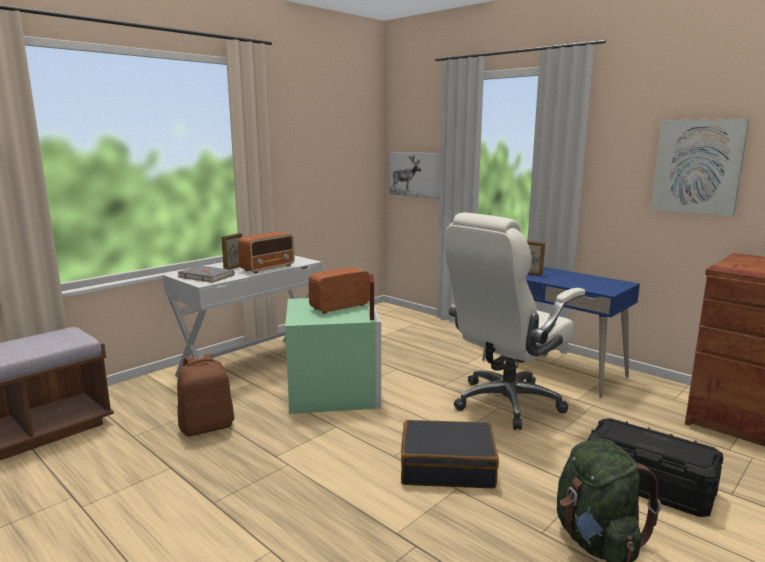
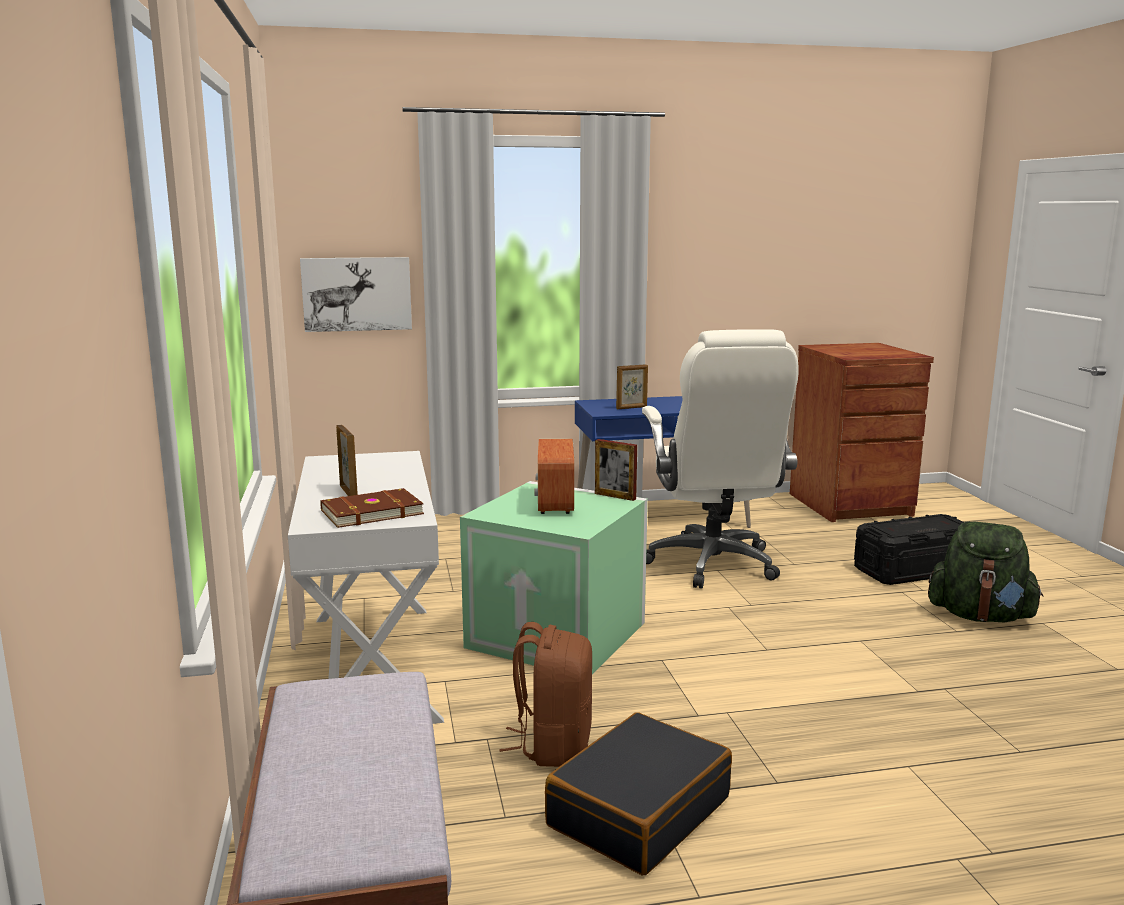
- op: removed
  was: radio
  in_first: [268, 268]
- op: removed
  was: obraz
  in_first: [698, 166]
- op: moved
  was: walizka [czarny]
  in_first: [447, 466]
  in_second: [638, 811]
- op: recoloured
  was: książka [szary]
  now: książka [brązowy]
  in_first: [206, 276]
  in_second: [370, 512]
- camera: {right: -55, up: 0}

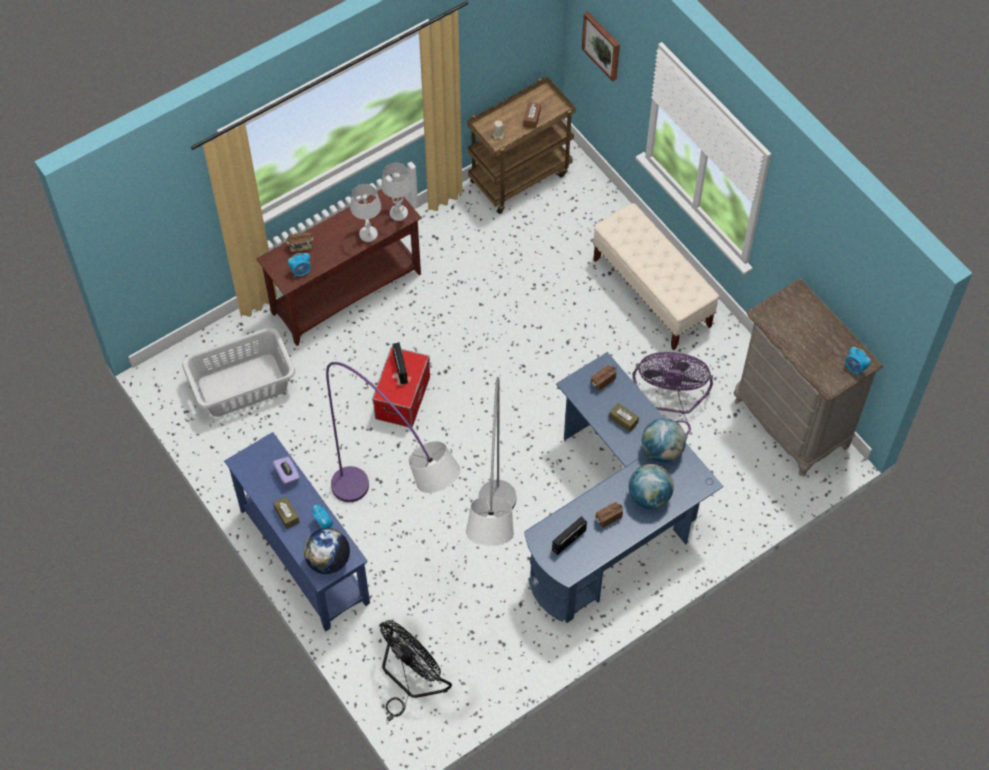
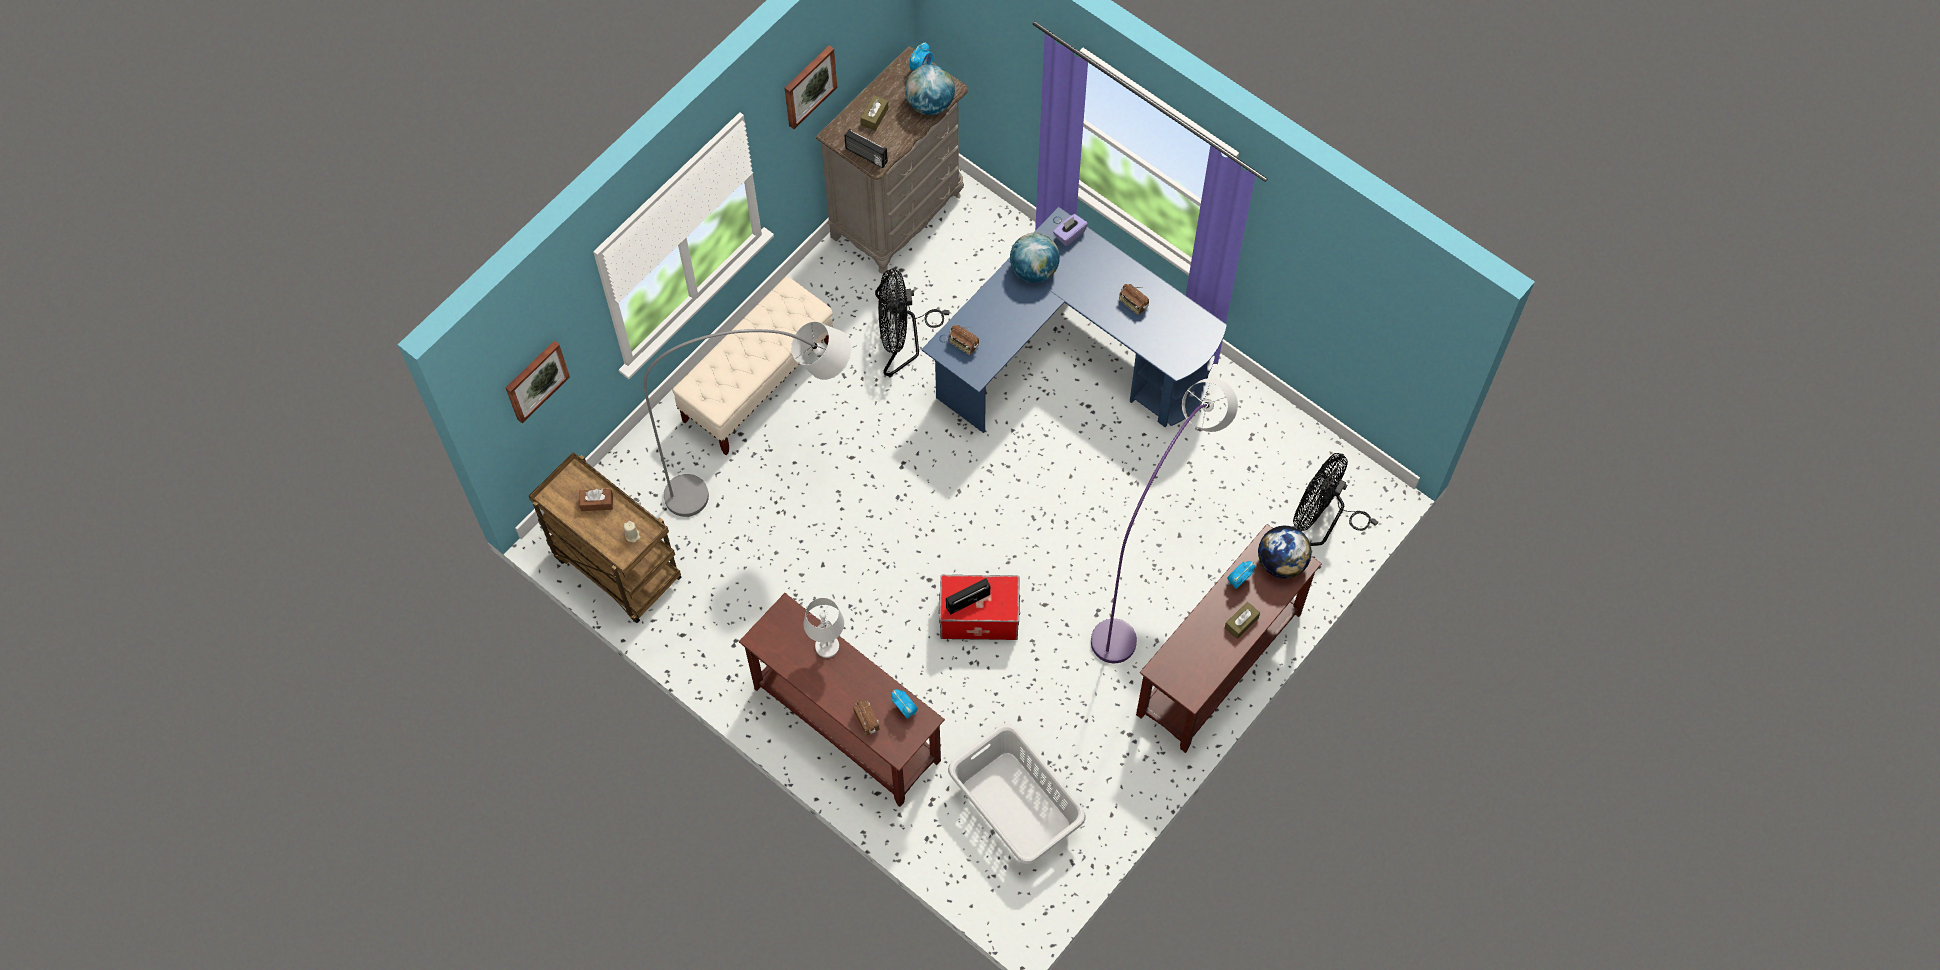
- op: removed
  was: lampa stołowa [biały]
  in_first: [398, 213]
- op: added
  now: obraz
  in_second: [808, 85]
- op: moved
  was: pudełko chusteczek [fioletowy]
  in_first: [287, 475]
  in_second: [1069, 234]
- op: moved
  was: lampa stojąca [szary]
  in_first: [494, 564]
  in_second: [769, 480]
- op: moved
  was: radio
  in_first: [568, 540]
  in_second: [866, 156]
- op: moved
  was: pudełko chusteczek [brązowy]
  in_first: [623, 420]
  in_second: [874, 116]
- op: moved
  was: globus
  in_first: [649, 496]
  in_second: [930, 104]
- op: recoloured
  was: stolik konsolowy [niebieski]
  now: stolik konsolowy [brązowy]
  in_first: [303, 556]
  in_second: [1219, 665]
- op: recoloured
  was: wentylator [fioletowy]
  now: wentylator [czarny]
  in_first: [672, 402]
  in_second: [903, 334]
- camera: {right: -105, up: 5}

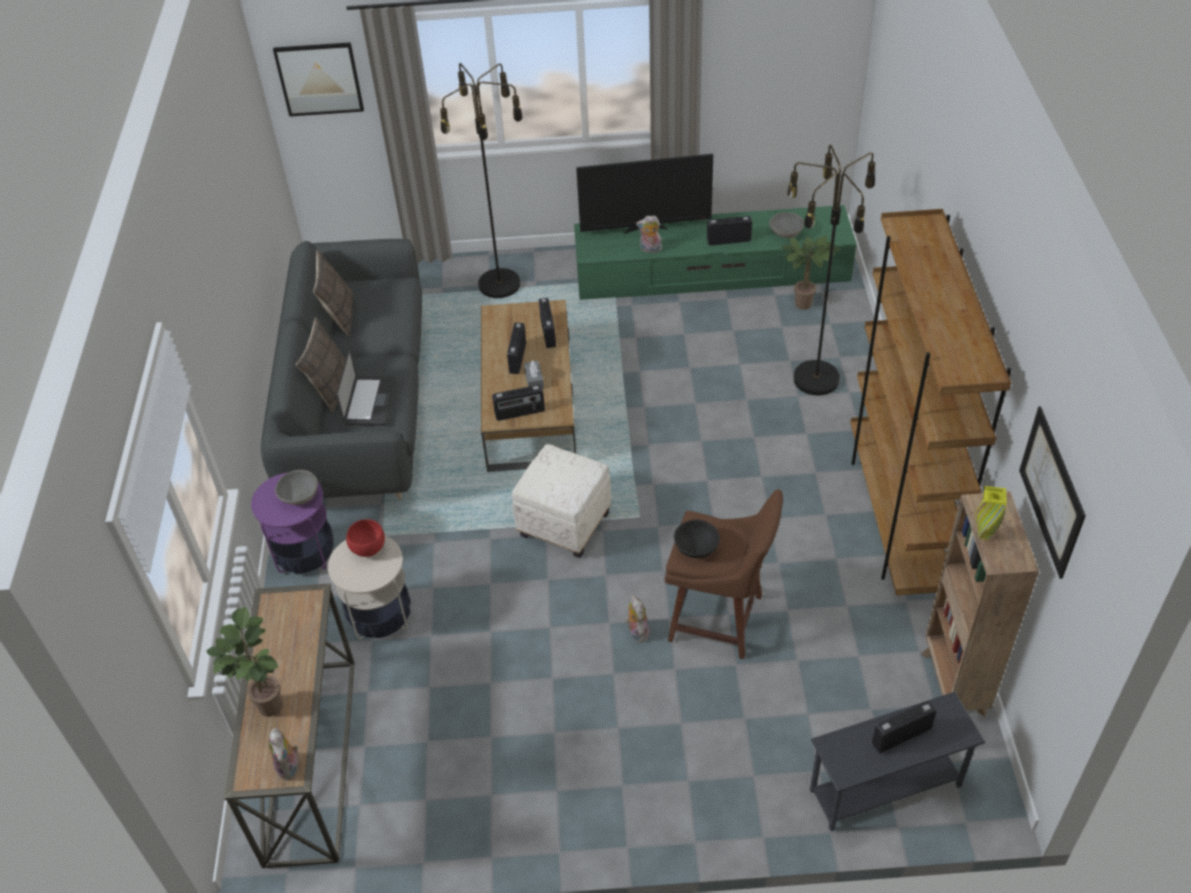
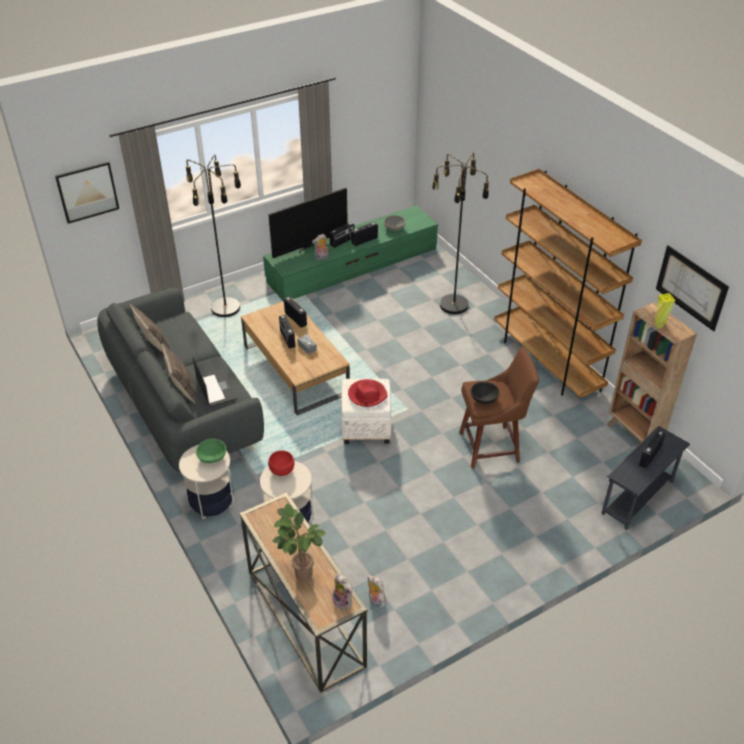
- op: removed
  was: roślina doniczkowa
  in_first: [806, 303]
- op: added
  now: kapelusz [czerwony]
  in_second: [367, 394]
- op: moved
  was: radio
  in_first: [520, 413]
  in_second: [342, 241]
- op: moved
  was: pluszak
  in_first: [636, 631]
  in_second: [375, 601]
- op: recoloured
  was: stolik [fioletowy]
  now: stolik [beżowy]
  in_first: [305, 554]
  in_second: [211, 503]
- op: recoloured
  was: miska [szary]
  now: miska [zielony]
  in_first: [299, 496]
  in_second: [212, 457]
- camera: {right: -30, up: -5}

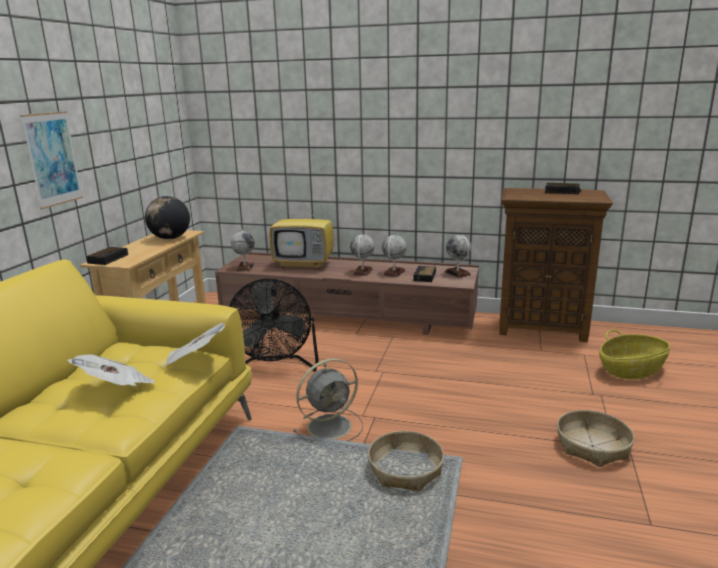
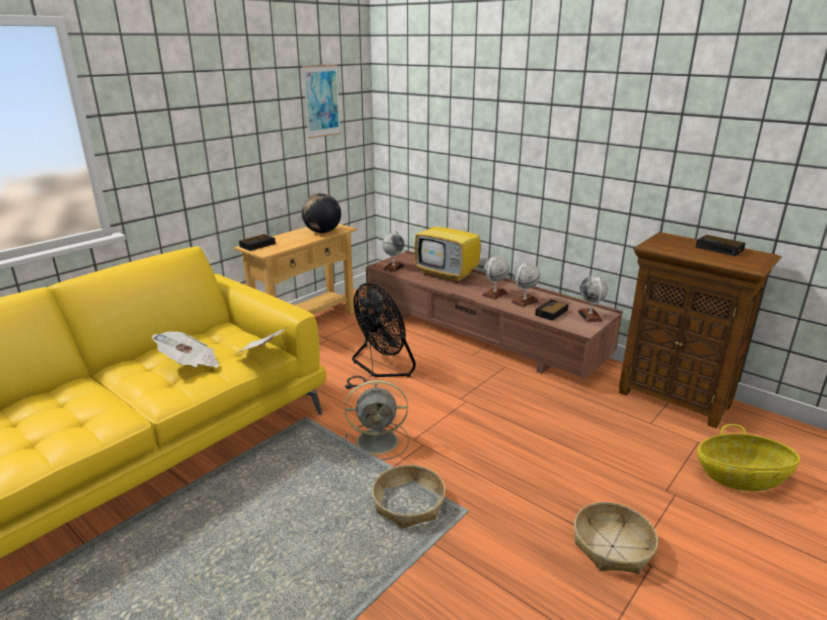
- op: moved
  was: obraz
  in_first: [52, 159]
  in_second: [322, 101]
- op: turned
  was: wentylator [czarny]
  in_first: [270, 364]
  in_second: [374, 366]
  clockwise: -150
- camera: {right: 25, up: 5}

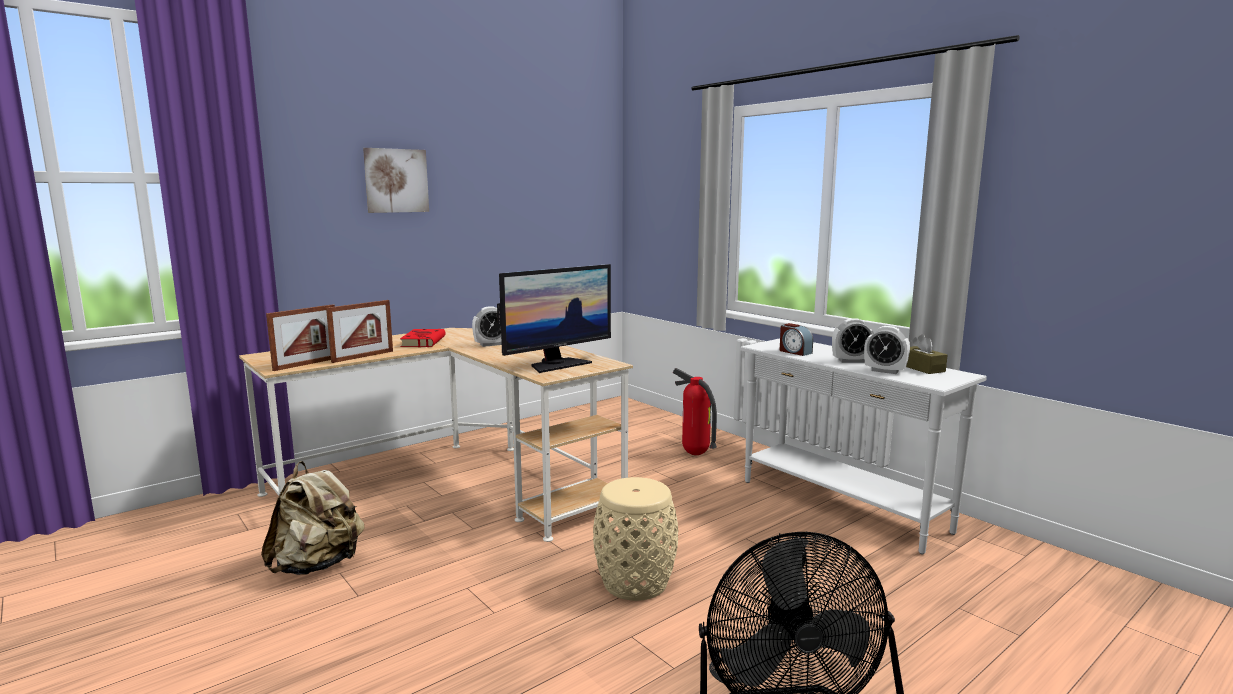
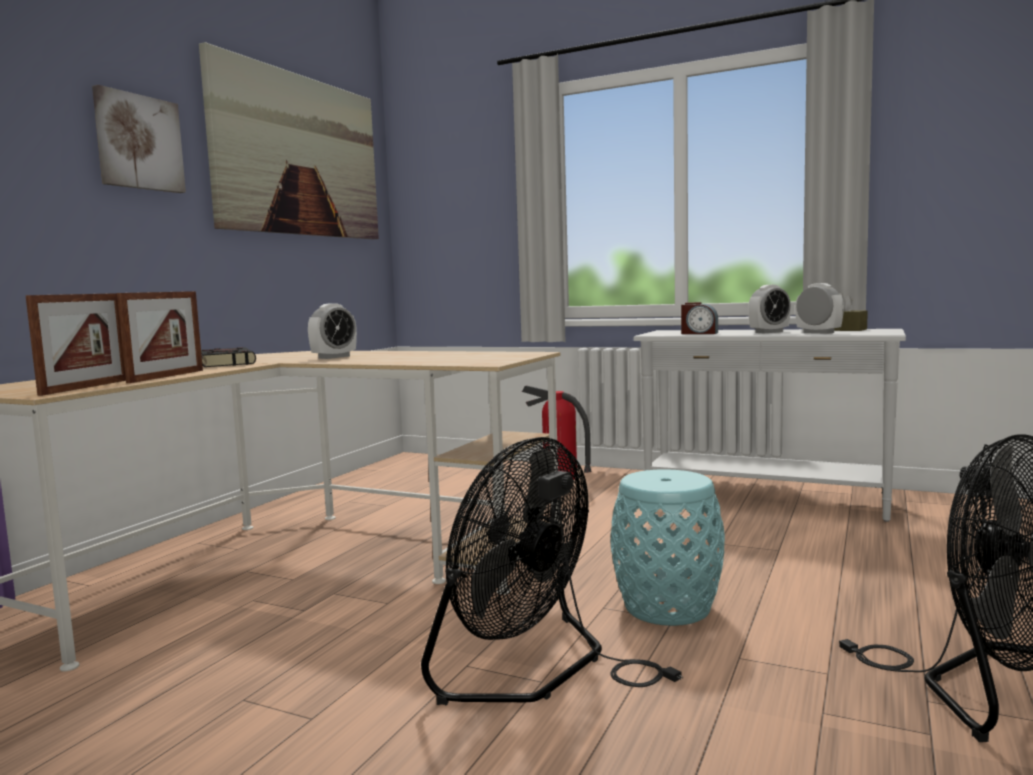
- op: removed
  was: plecak [beżowy]
  in_first: [318, 565]
- op: removed
  was: monitor
  in_first: [556, 364]
- op: added
  now: obraz
  in_second: [298, 156]
- op: added
  now: wentylator [czarny]
  in_second: [549, 666]
- op: recoloured
  was: książka [czerwony]
  now: książka [czarny]
  in_first: [423, 341]
  in_second: [226, 363]
- op: recoloured
  was: stołek [beżowy]
  now: stołek [turkusowy]
  in_first: [635, 583]
  in_second: [667, 608]
- op: turned
  was: budzik
  in_first: [885, 371]
  in_second: [818, 333]
  clockwise: -135
- camera: {right: -25, up: -5}

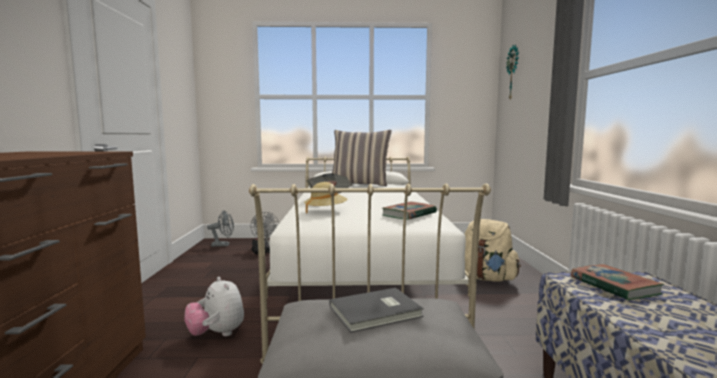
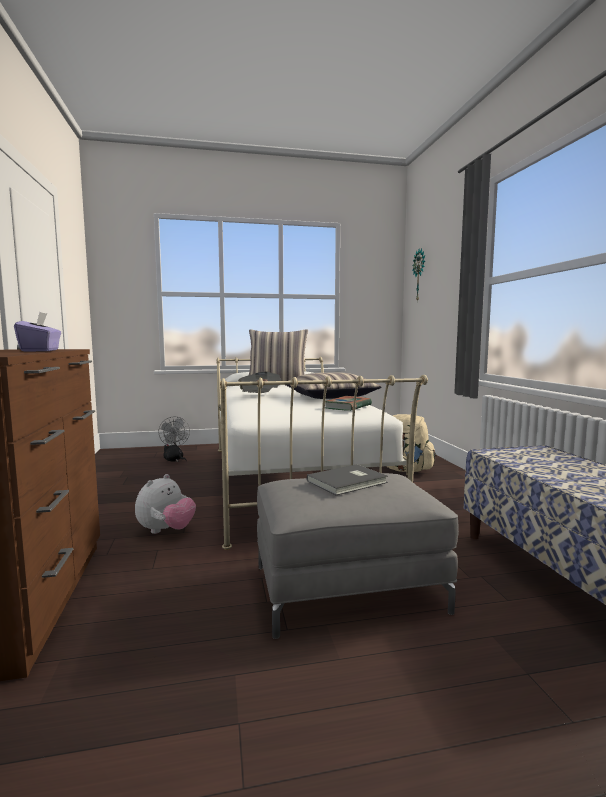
- op: removed
  was: wentylator [szary]
  in_first: [223, 245]
- op: removed
  was: kapelusz [beżowy]
  in_first: [326, 211]
- op: removed
  was: książka
  in_first: [613, 286]
- op: added
  now: pudełko chusteczek [fioletowy]
  in_second: [41, 351]
- op: added
  now: poduszka
  in_second: [330, 397]
- op: turned
  was: pluszak
  in_first: [217, 334]
  in_second: [166, 531]
  clockwise: -105
- camera: {right: -10, up: 0}

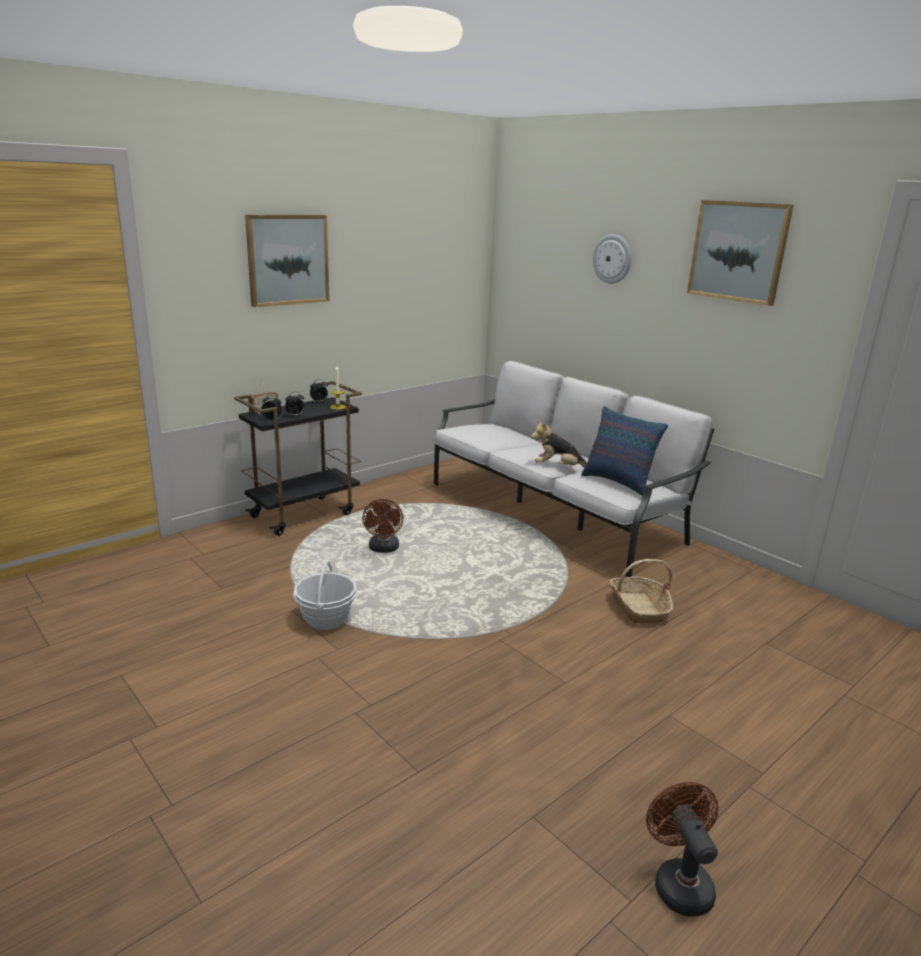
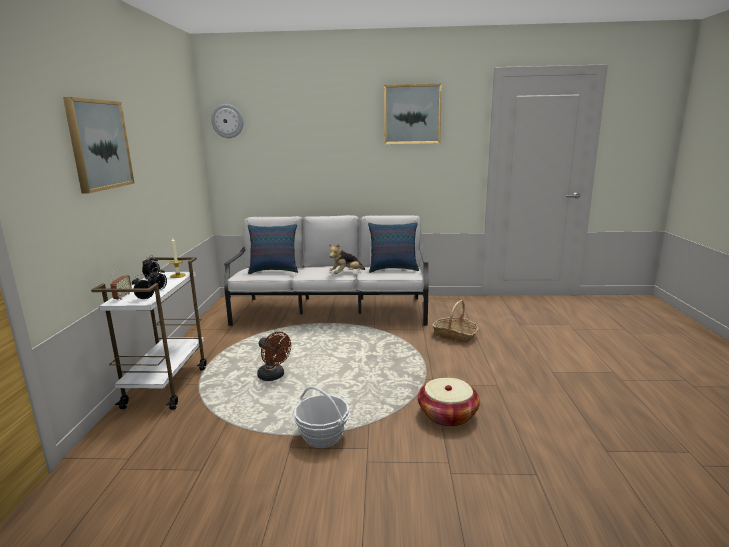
- op: removed
  was: wentylator [brązowy]
  in_first: [678, 882]
- op: added
  now: poduszka [niebieski]
  in_second: [274, 271]
- op: added
  now: koszyk
  in_second: [447, 415]
- op: moved
  was: zegar ścienny
  in_first: [612, 259]
  in_second: [227, 121]
- op: recoloured
  was: wózek [czarny]
  now: wózek [biały]
  in_first: [305, 515]
  in_second: [168, 385]
- camera: {right: -45, up: -5}

